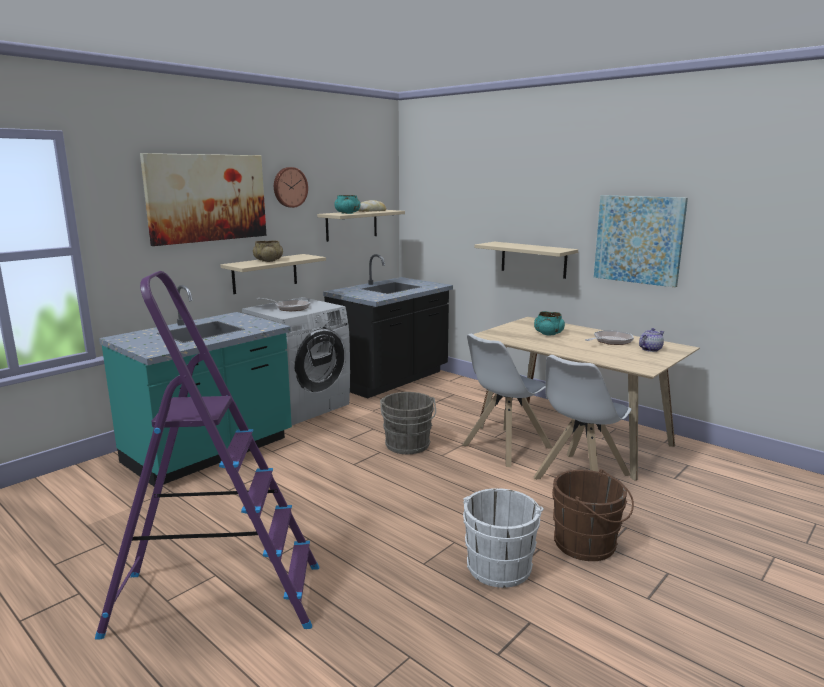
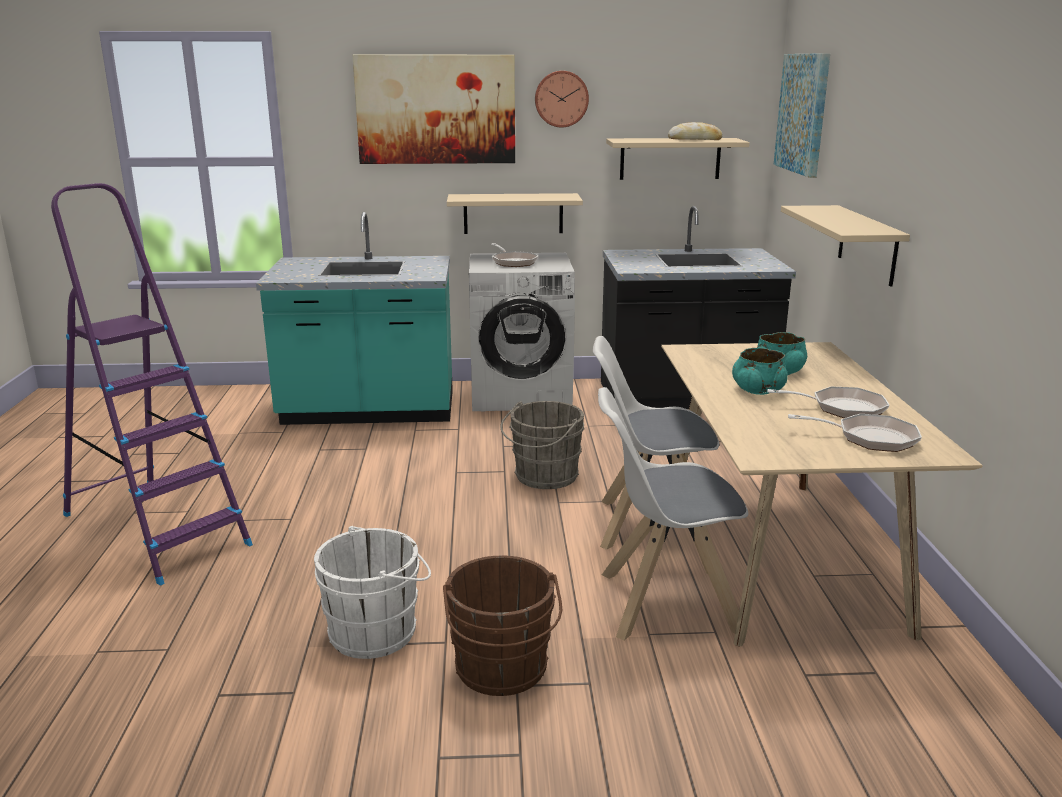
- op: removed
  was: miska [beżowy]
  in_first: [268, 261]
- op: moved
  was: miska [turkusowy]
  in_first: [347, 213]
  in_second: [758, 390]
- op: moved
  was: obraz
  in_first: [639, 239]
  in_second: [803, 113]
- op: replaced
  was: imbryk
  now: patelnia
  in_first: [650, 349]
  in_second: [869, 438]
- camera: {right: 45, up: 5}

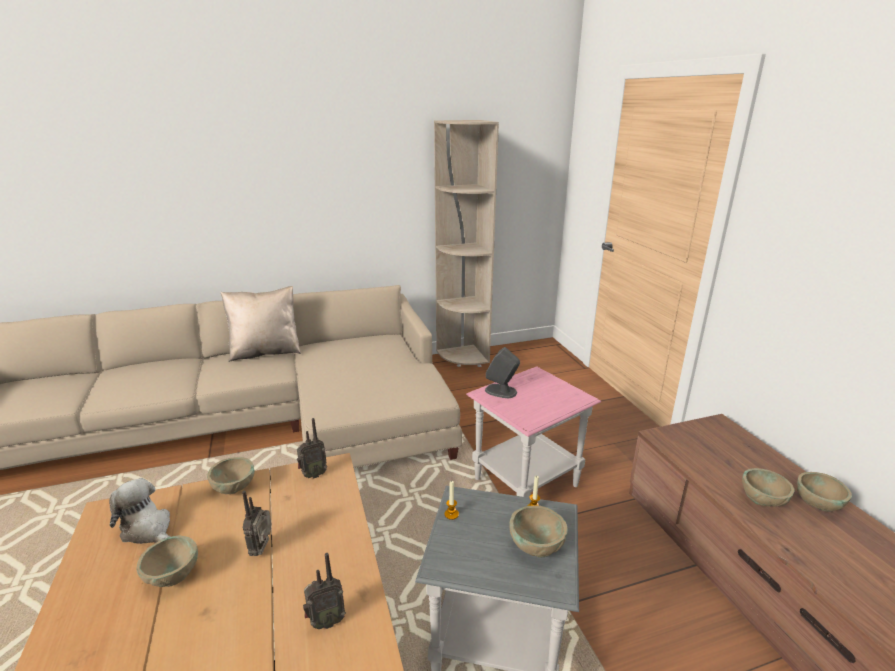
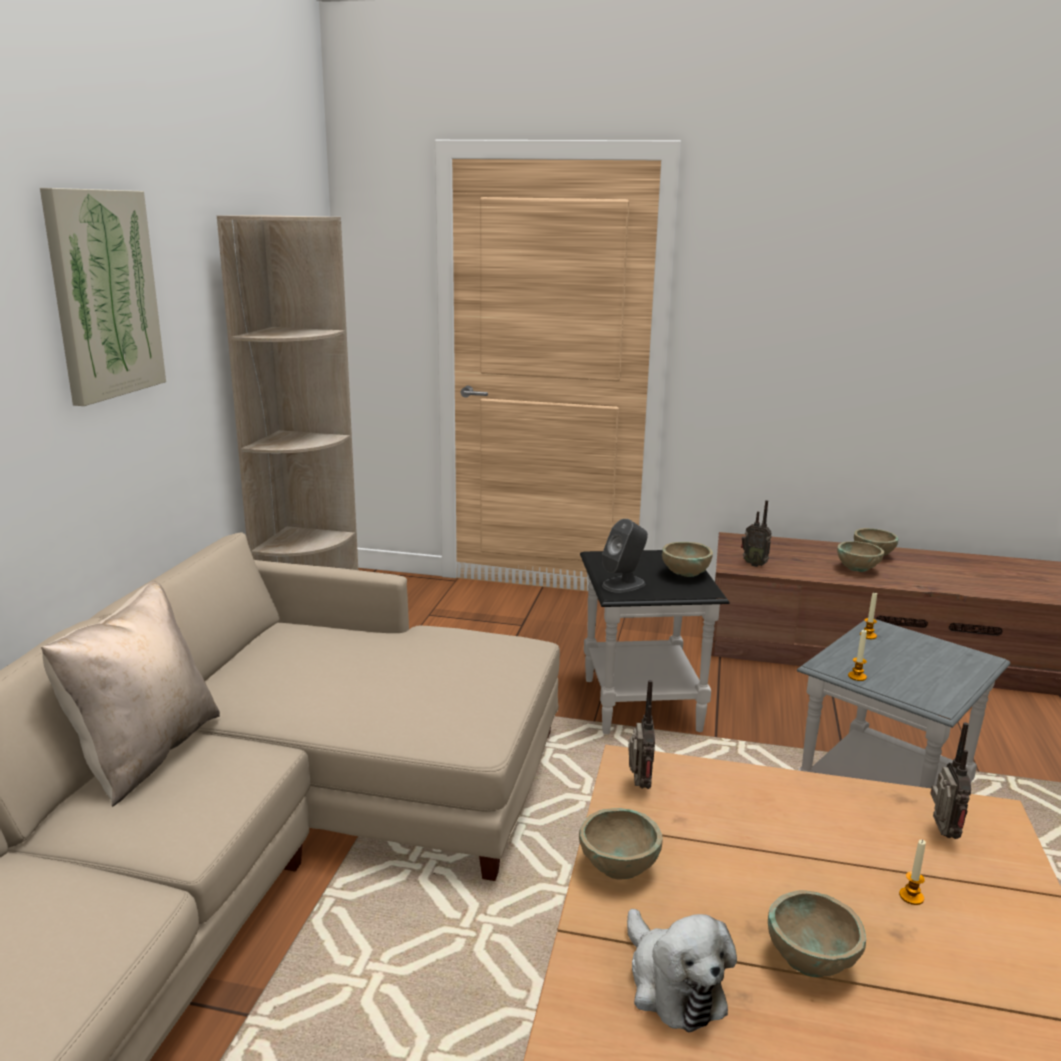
- op: added
  now: obraz
  in_second: [104, 294]
- op: added
  now: świeca
  in_second: [911, 896]
- op: moved
  was: radio
  in_first: [263, 549]
  in_second: [754, 564]
- op: moved
  was: miska [beżowy]
  in_first: [535, 546]
  in_second: [685, 574]
- op: recoloured
  was: stolik [różowy]
  now: stolik [czarny]
  in_first: [525, 483]
  in_second: [642, 705]
- op: turned
  was: pluszak
  in_first: [148, 529]
  in_second: [672, 984]
  clockwise: -90
- camera: {right: -60, up: -5}

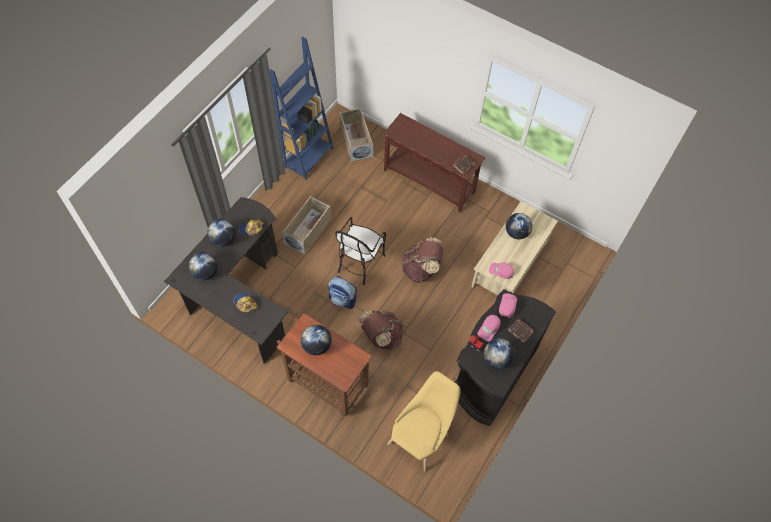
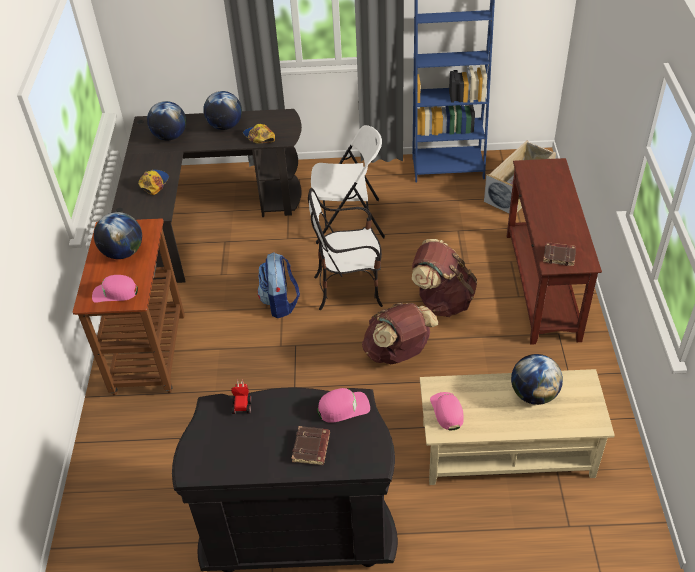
- op: removed
  was: krzesło [żółty]
  in_first: [421, 437]
- op: removed
  was: globus
  in_first: [497, 359]
- op: moved
  was: plecak [brązowy]
  in_first: [381, 336]
  in_second: [442, 301]
- op: moved
  was: czapka z daszkiem [różowy]
  in_first: [489, 328]
  in_second: [115, 293]
- op: replaced
  was: pojemnik do przechowywania [beżowy]
  now: krzesło [biały]
  in_first: [308, 230]
  in_second: [348, 221]
- camera: {right: 60, up: -15}

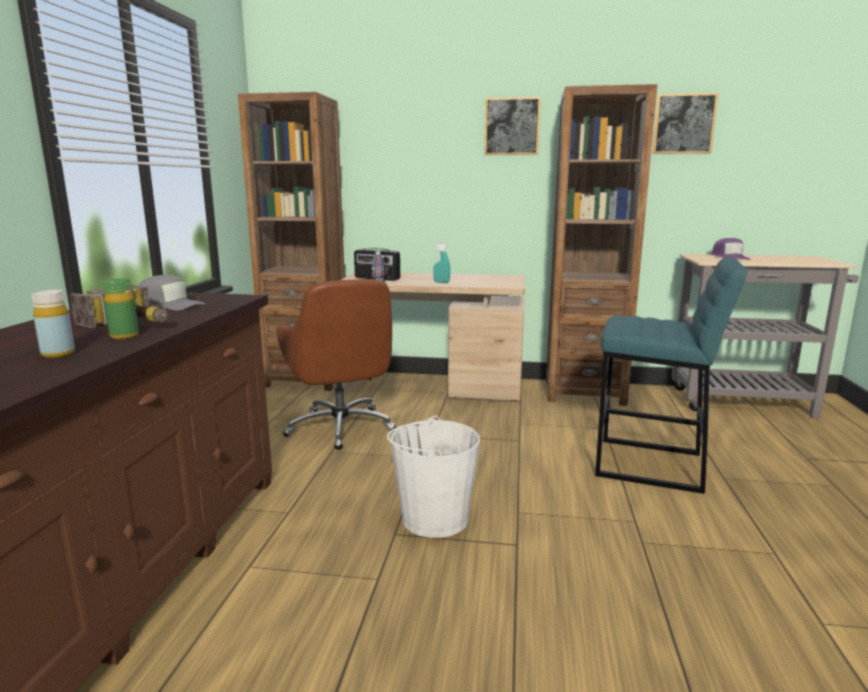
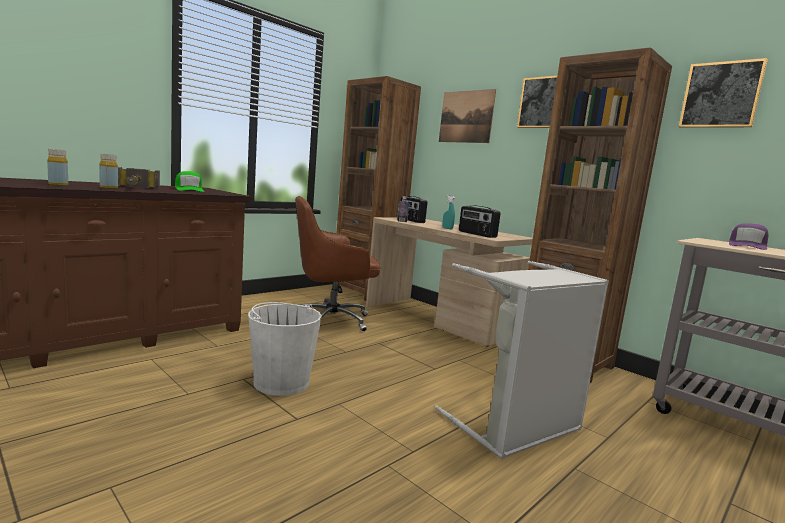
- op: added
  now: obraz
  in_second: [466, 117]
- op: added
  now: radio
  in_second: [476, 234]
- op: replaced
  was: stołek [turkusowy]
  now: kosz na pranie [szary]
  in_first: [653, 465]
  in_second: [517, 428]
- op: recoloured
  was: butelka [zielony]
  now: butelka [żółty]
  in_first: [124, 336]
  in_second: [109, 188]
- op: recoloured
  was: czapka z daszkiem [szary]
  now: czapka z daszkiem [zielony]
  in_first: [169, 304]
  in_second: [189, 190]
- op: turned
  was: krzesło biurowe [brązowy]
  in_first: [340, 427]
  in_second: [331, 320]
  clockwise: 60
- camera: {right: 35, up: -5}

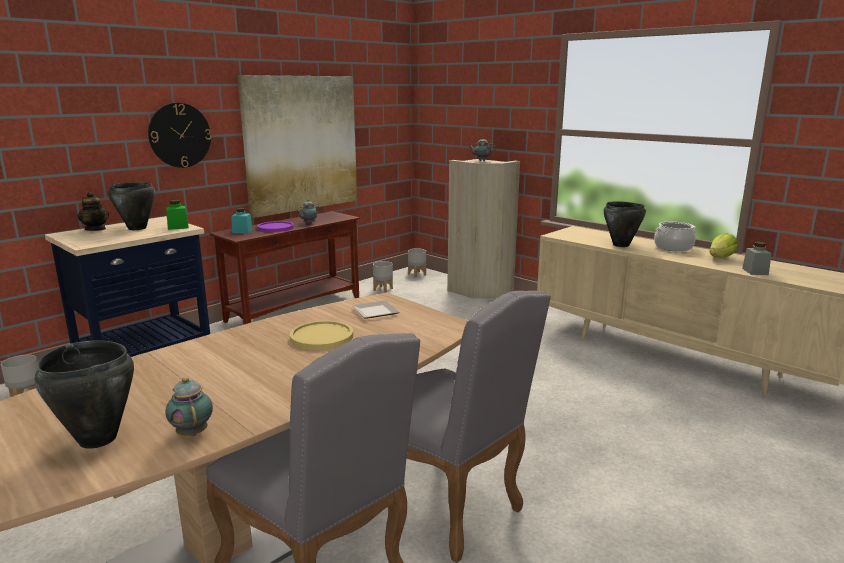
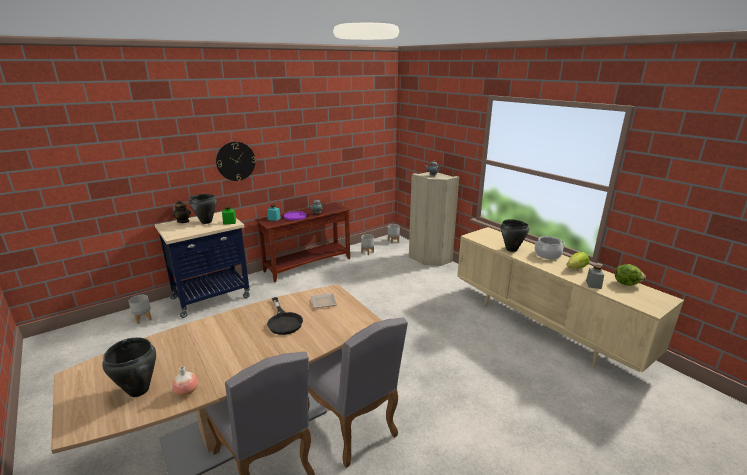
- op: removed
  was: obraz
  in_first: [301, 144]
- op: added
  now: sałata
  in_second: [626, 283]
- op: replaced
  was: imbryk
  now: wazon
  in_first: [192, 432]
  in_second: [187, 391]
- op: replaced
  was: talerz [żółty]
  now: patelnia [czarny]
  in_first: [321, 337]
  in_second: [284, 321]
- camera: {right: 10, up: 5}

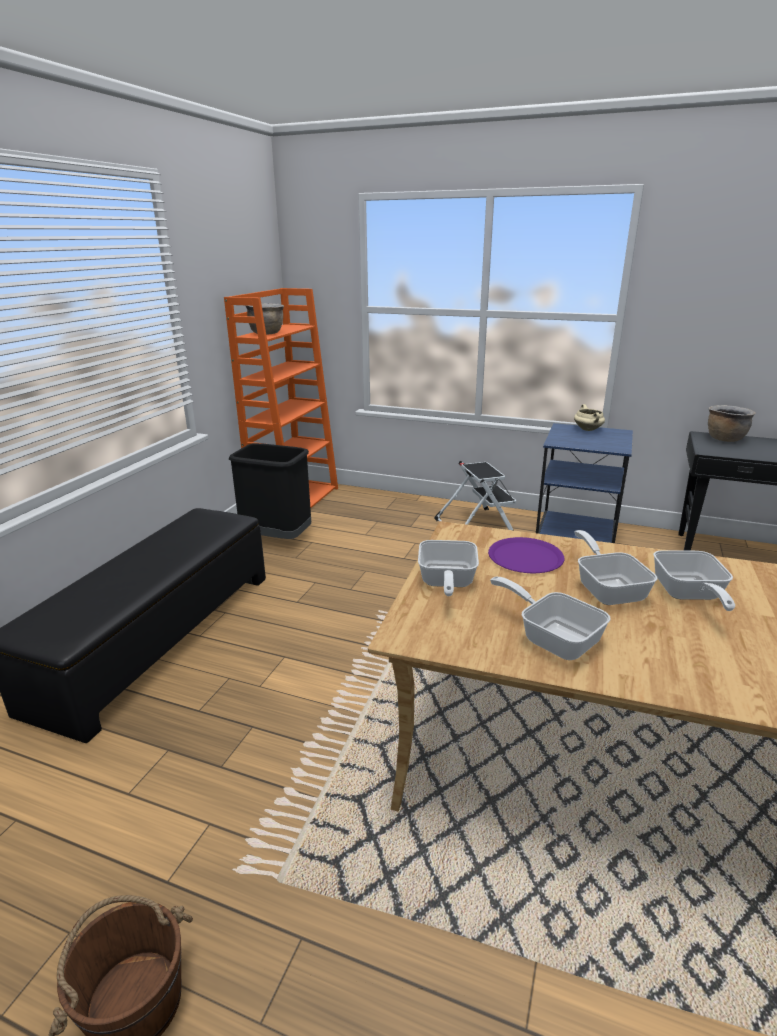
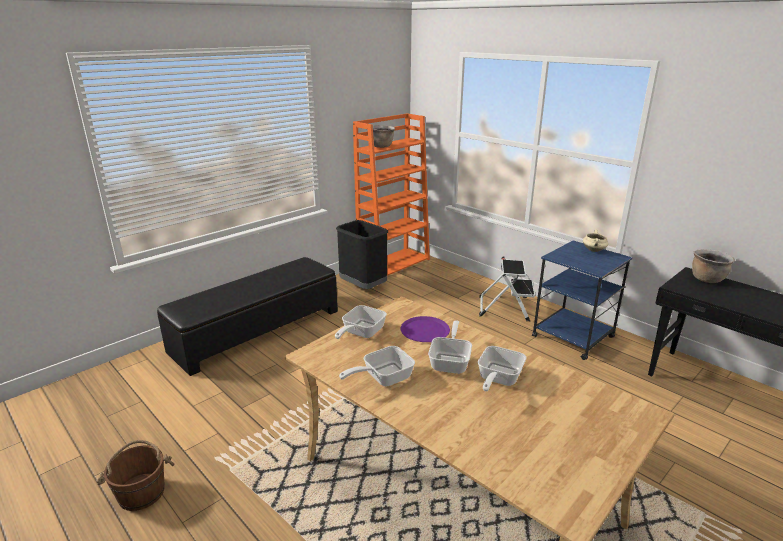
- op: turned
  was: patelnia
  in_first: [552, 637]
  in_second: [383, 378]
  clockwise: -105
- camera: {right: 25, up: 0}

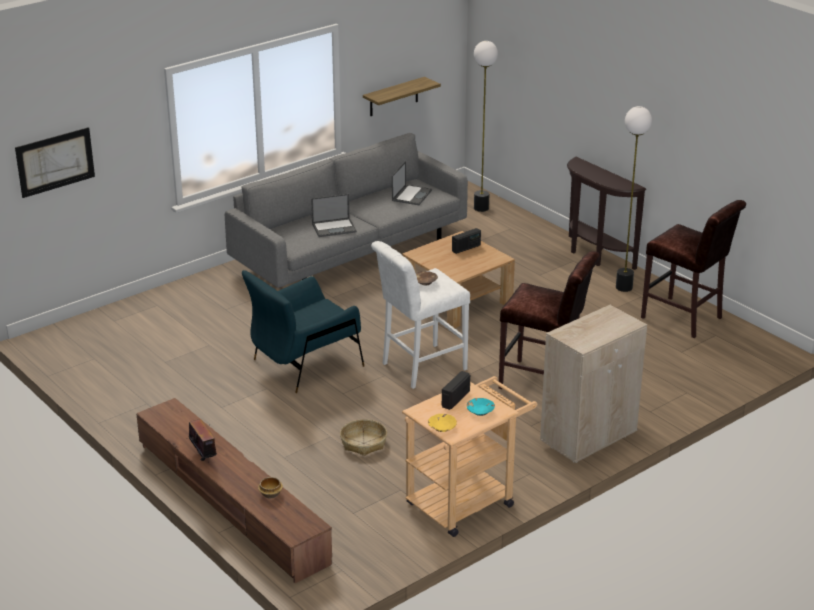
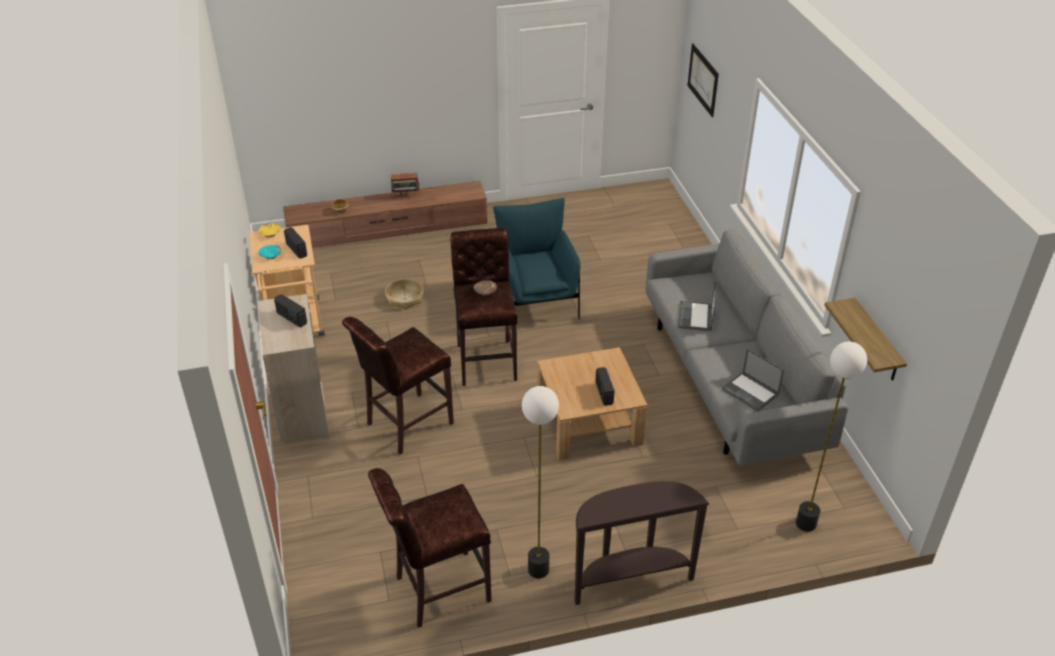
- op: added
  now: radio
  in_second: [291, 318]
- op: recoloured
  was: stołek [biały]
  now: stołek [brązowy]
  in_first: [419, 367]
  in_second: [486, 359]
- camera: {right: 115, up: 10}

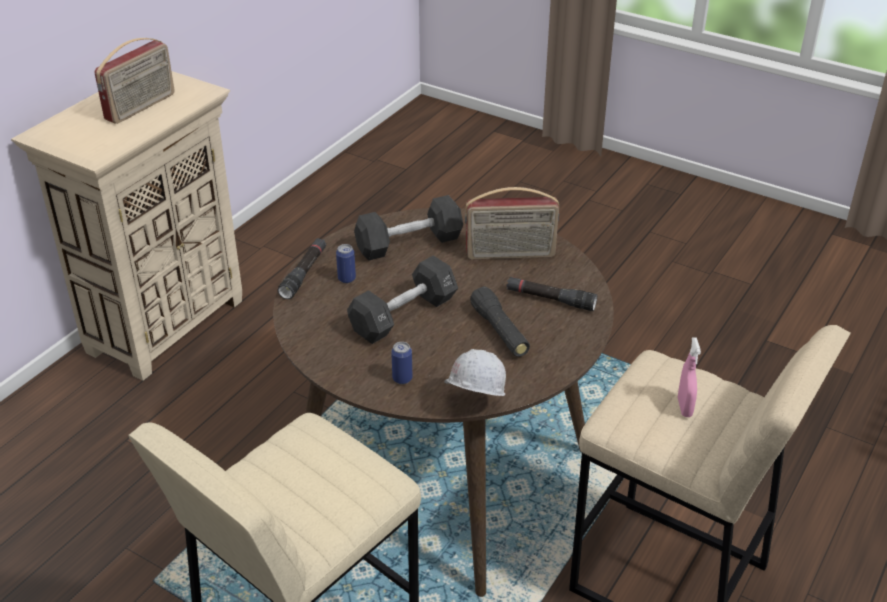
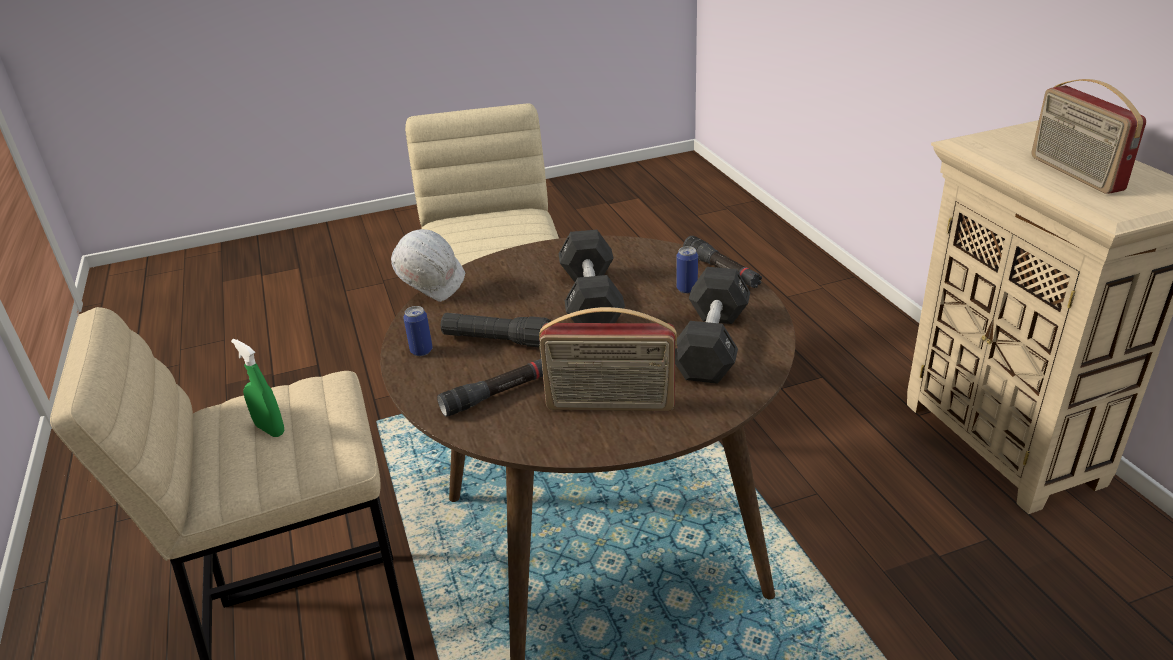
- op: moved
  was: puszka
  in_first: [402, 378]
  in_second: [421, 351]
- op: recoloured
  was: spryskiwacz [różowy]
  now: spryskiwacz [zielony]
  in_first: [684, 407]
  in_second: [270, 429]
- op: turned
  was: radio
  in_first: [510, 254]
  in_second: [610, 404]
  clockwise: -120
- camera: {right: 130, up: -5}

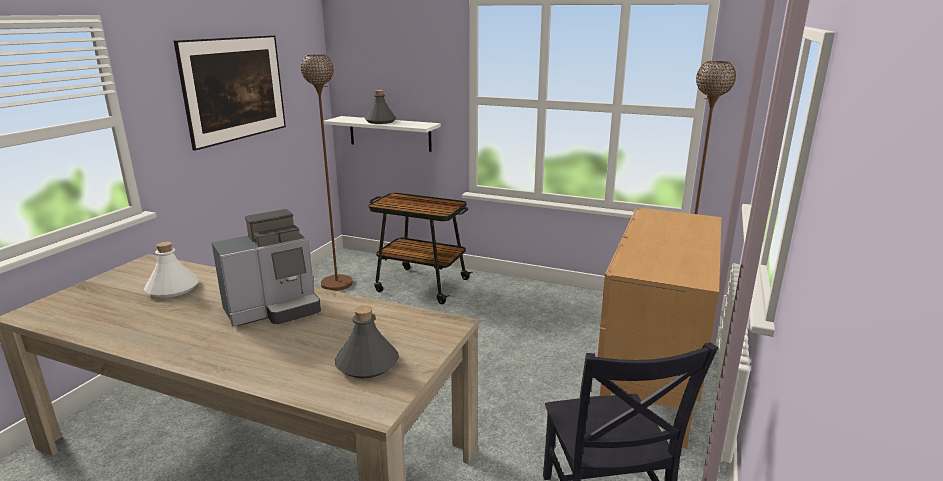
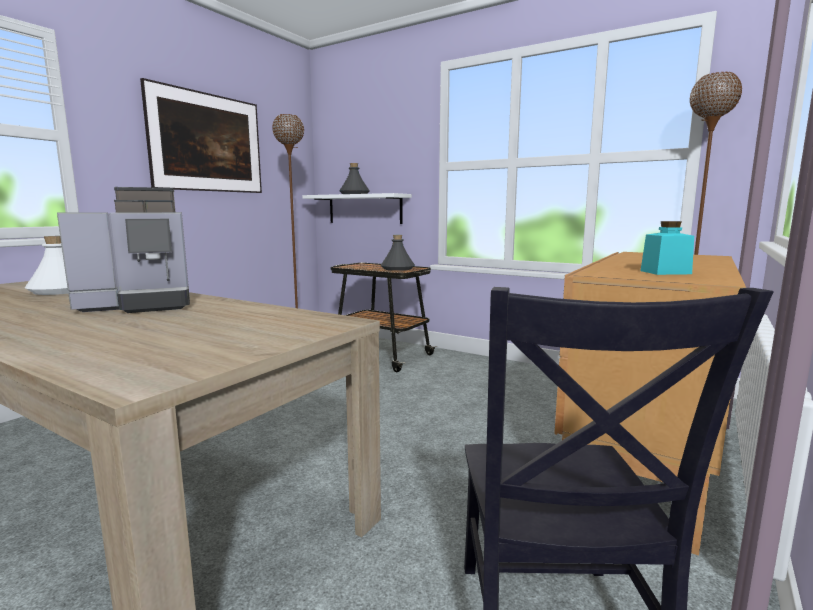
- op: added
  now: słoik [turkusowy]
  in_second: [665, 272]
- op: moved
  was: butelka [szary]
  in_first: [367, 364]
  in_second: [397, 268]
- camera: {right: 10, up: -10}

